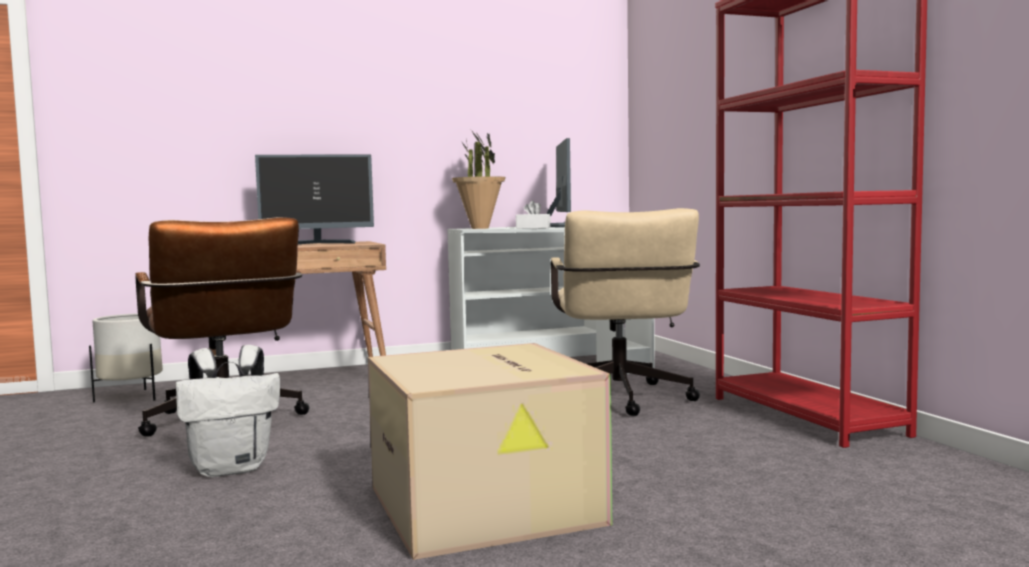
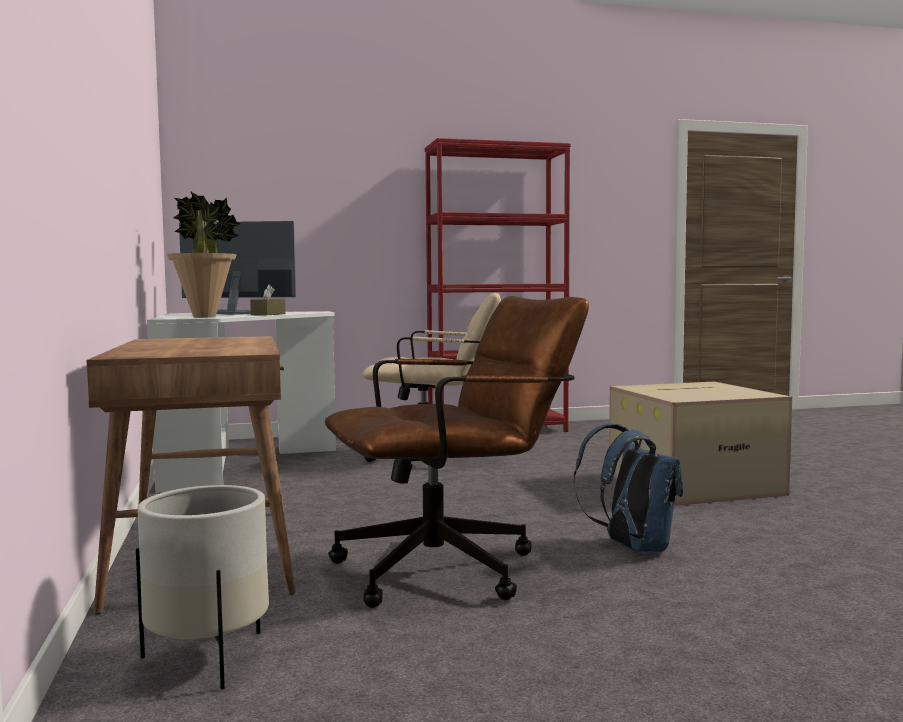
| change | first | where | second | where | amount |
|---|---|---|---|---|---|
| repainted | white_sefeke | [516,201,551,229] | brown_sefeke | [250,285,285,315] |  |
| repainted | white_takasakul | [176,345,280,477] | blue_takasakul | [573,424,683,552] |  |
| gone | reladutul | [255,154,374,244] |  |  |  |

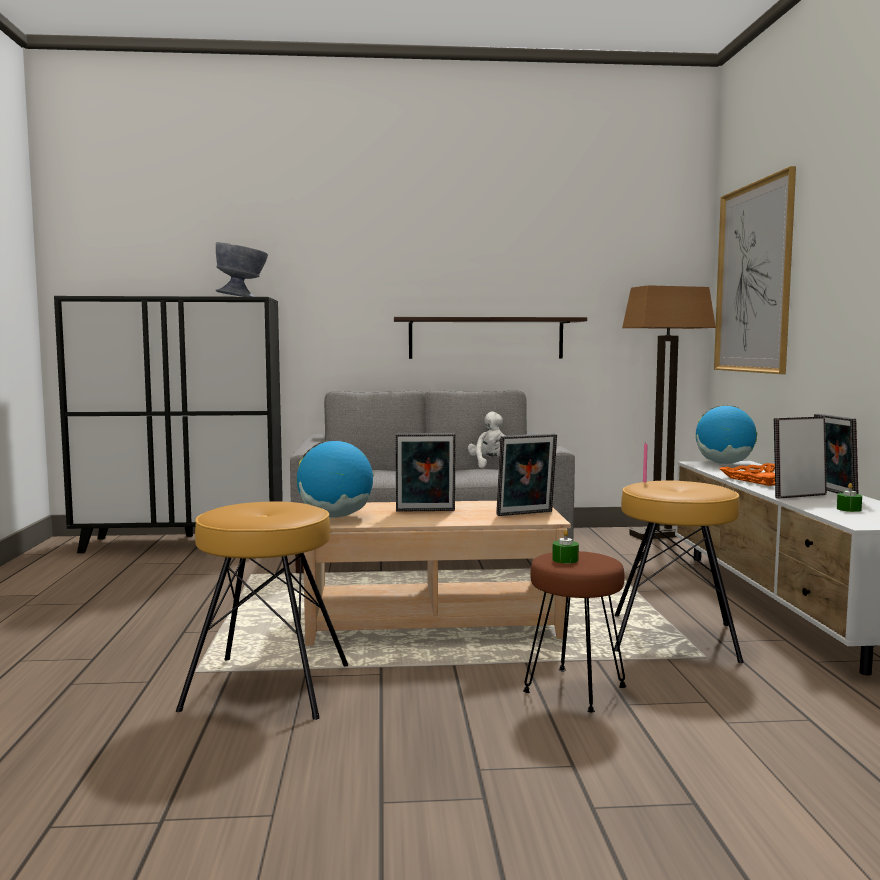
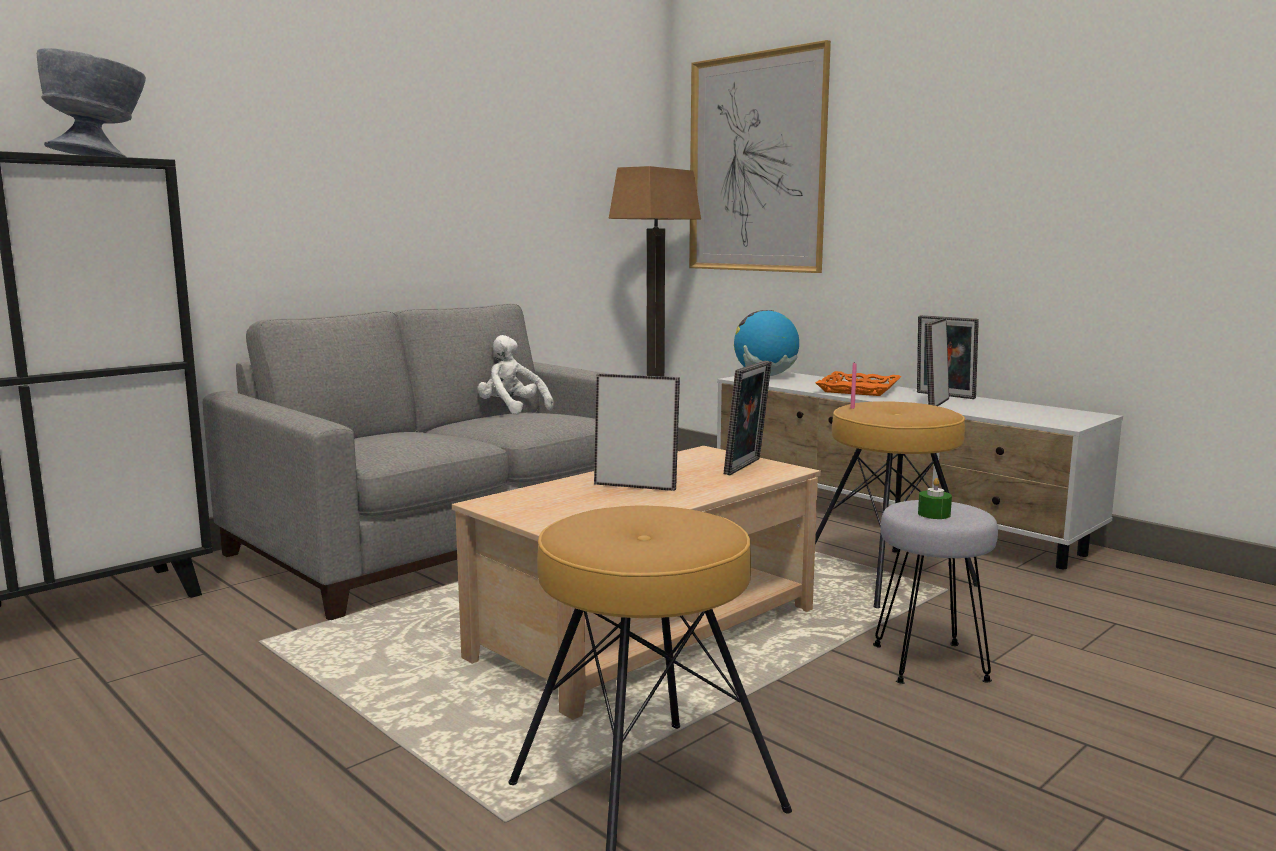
| change | first | where | second | where | amount |
|---|---|---|---|---|---|
| rotated | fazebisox | [395,433,456,512] |  | [594,374,680,491] | 120 degrees counterclockwise |
| repainted | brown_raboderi | [523,551,626,712] | grey_raboderi | [873,500,998,684] |  |
| gone | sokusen | [297,440,373,518] |  |  |  |
| gone | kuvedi | [394,317,587,359] |  |  |  |
| gone | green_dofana | [837,483,862,512] |  |  |  |

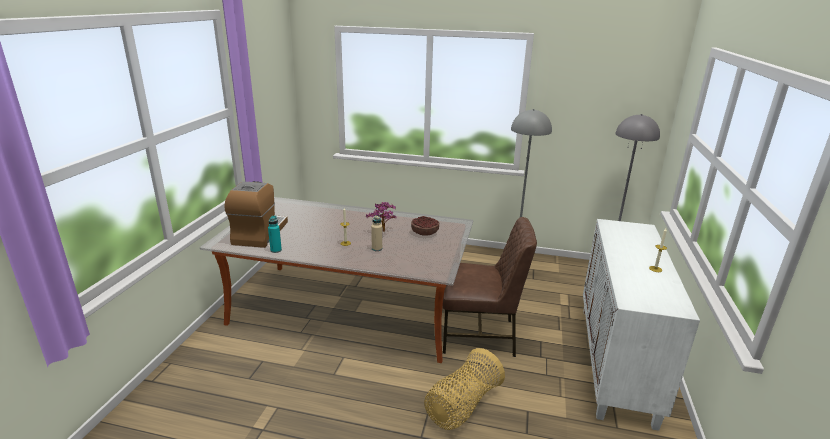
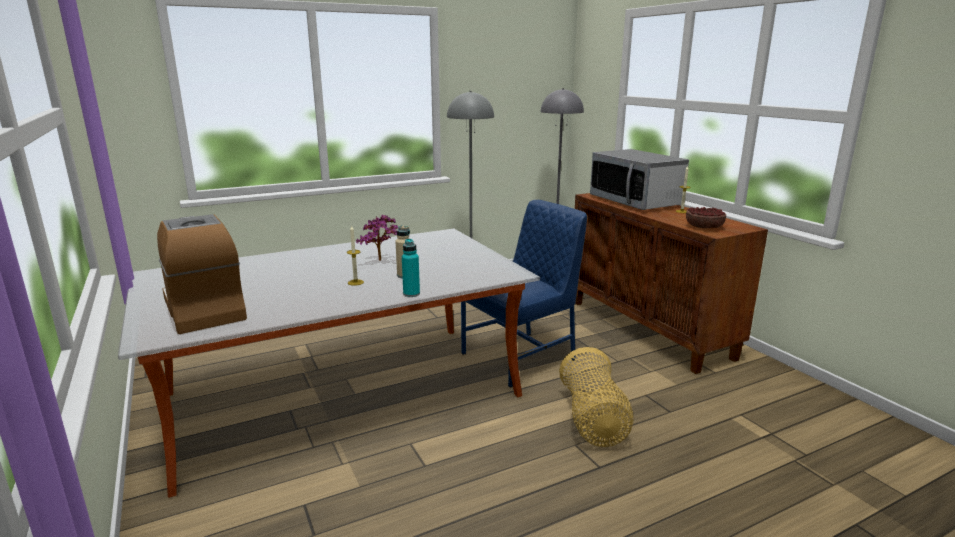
| change | first | where | second | where | amount |
|---|---|---|---|---|---|
| shifted | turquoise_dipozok | [268,216,282,253] |  | [402,239,420,297] |  |
| repainted | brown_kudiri | [443,217,537,357] | blue_kudiri | [461,200,587,388] |  |
| repainted | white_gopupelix | [583,219,700,431] | brown_gopupelix | [575,193,768,374] |  |
| new |  |  | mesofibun | [590,149,689,210] |  |
| shifted | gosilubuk | [411,216,439,236] |  | [686,207,726,228] |  |

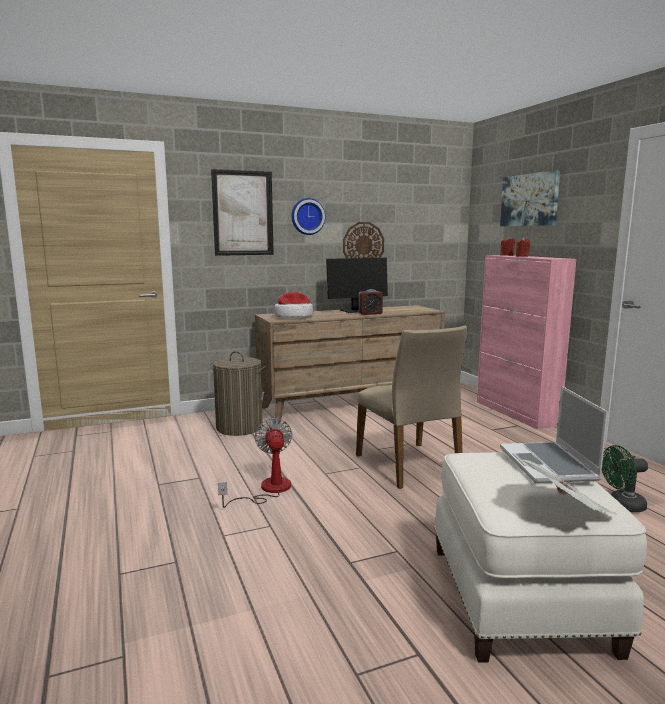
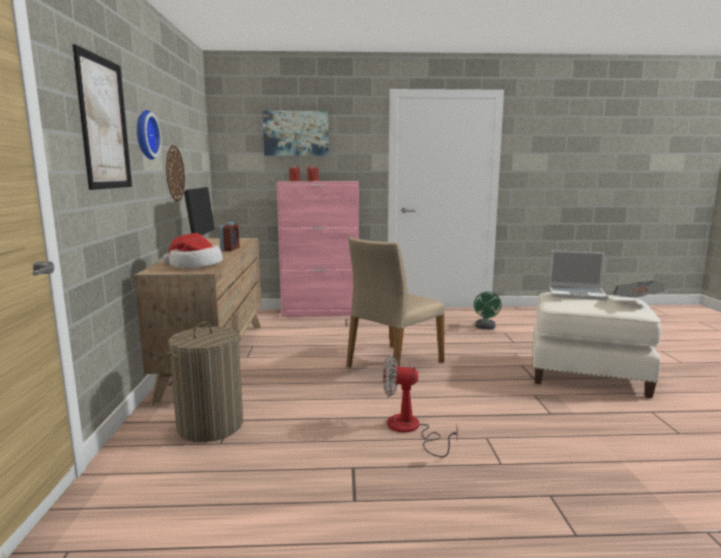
| change | first | where | second | where | amount |
|---|---|---|---|---|---|
| rotated | beige_kudiri | [356,326,468,489] |  | [346,237,445,384] | 135 degrees clockwise |

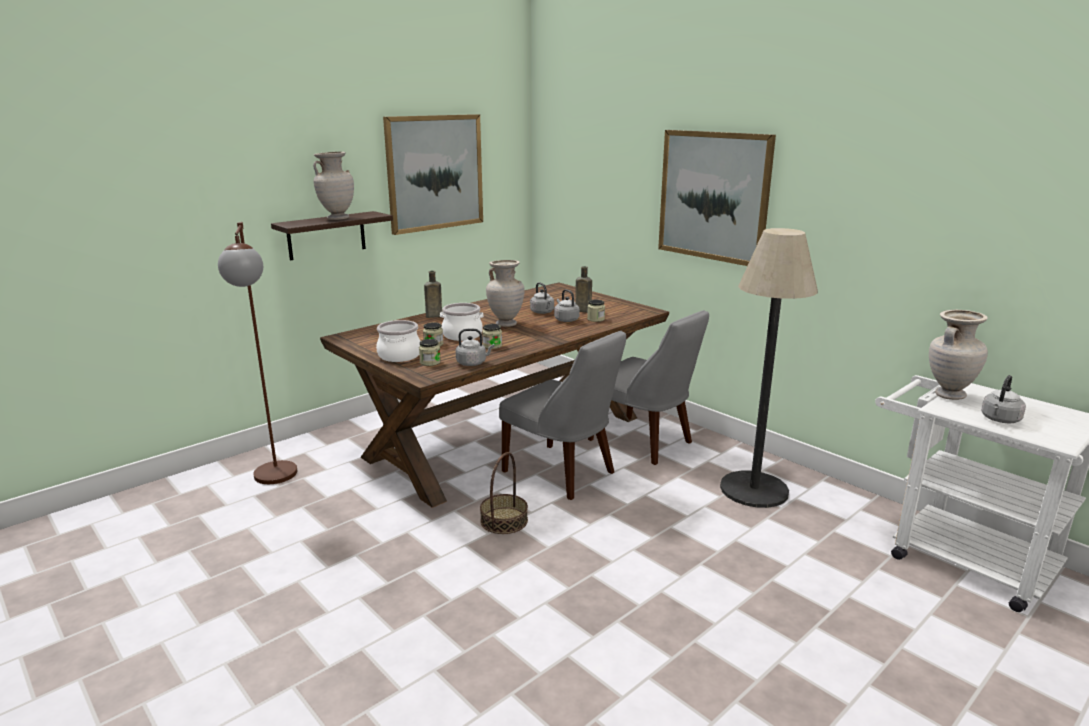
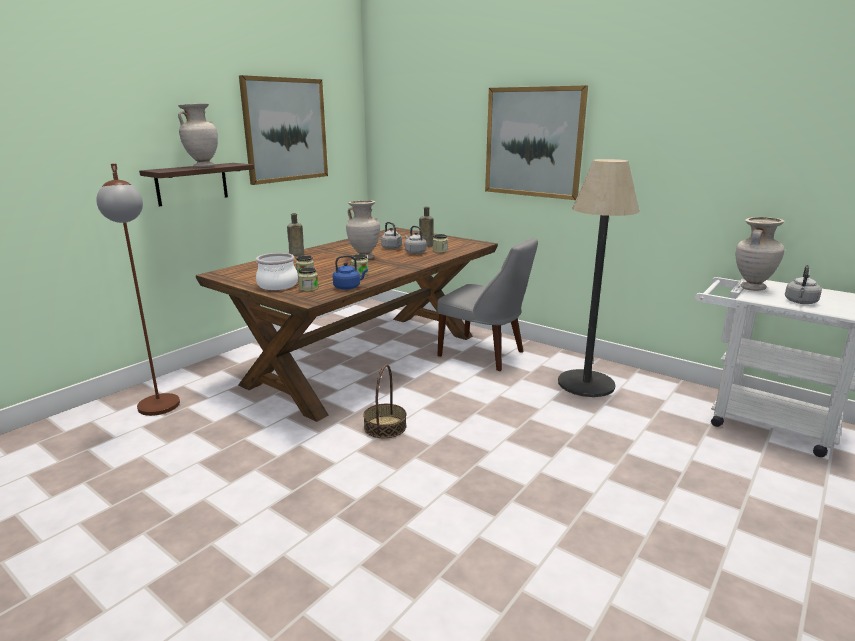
| change | first | where | second | where | amount |
|---|---|---|---|---|---|
| repainted | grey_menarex | [456,329,494,366] | blue_menarex | [333,255,368,290] |  |
| gone | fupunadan | [440,303,483,341] |  |  |  |
| gone | grey_kudiri | [499,331,626,500] |  |  |  |

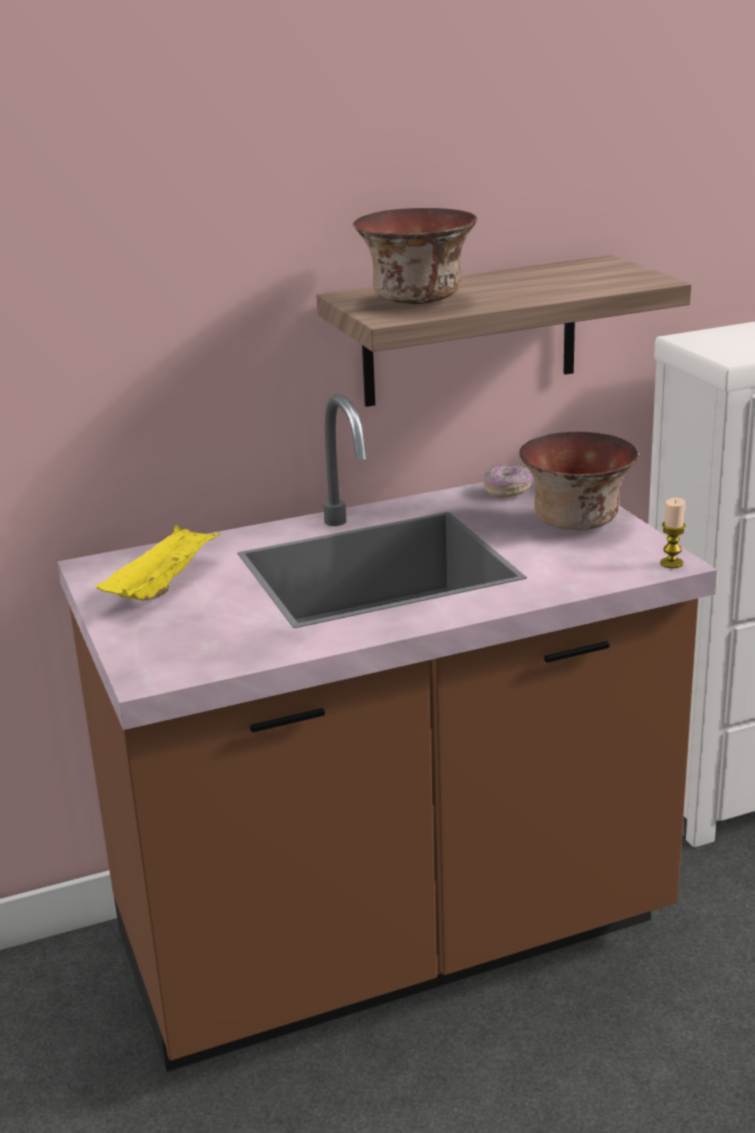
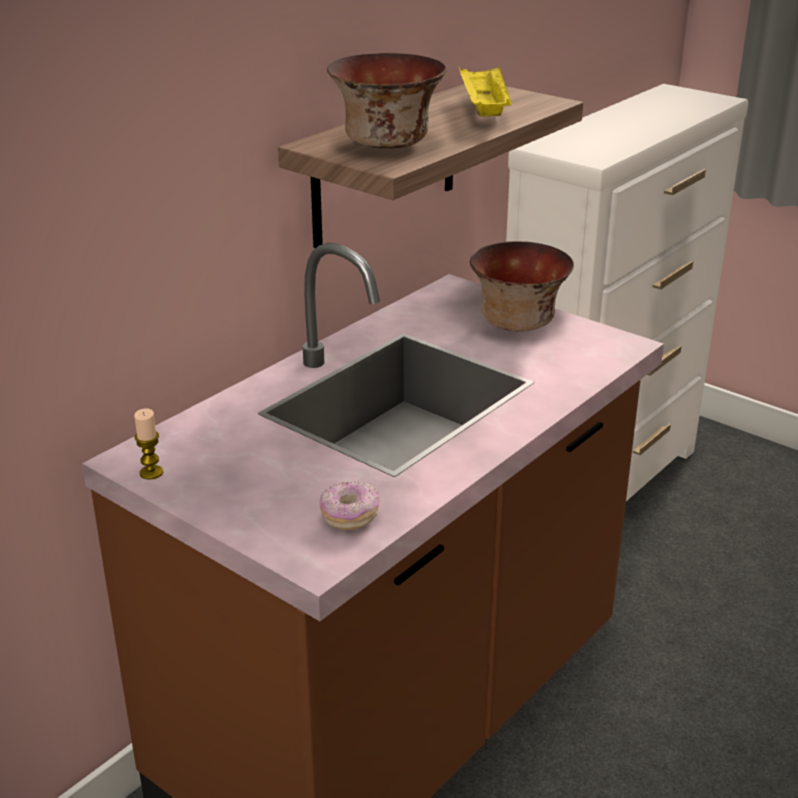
| change | first | where | second | where | amount |
|---|---|---|---|---|---|
| shifted | dofana | [660,498,686,568] |  | [134,408,163,480] |  |
| shifted | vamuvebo | [484,465,532,498] |  | [319,482,380,530] |  |
| shifted | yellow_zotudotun | [95,525,221,601] |  | [459,66,512,117] |  |

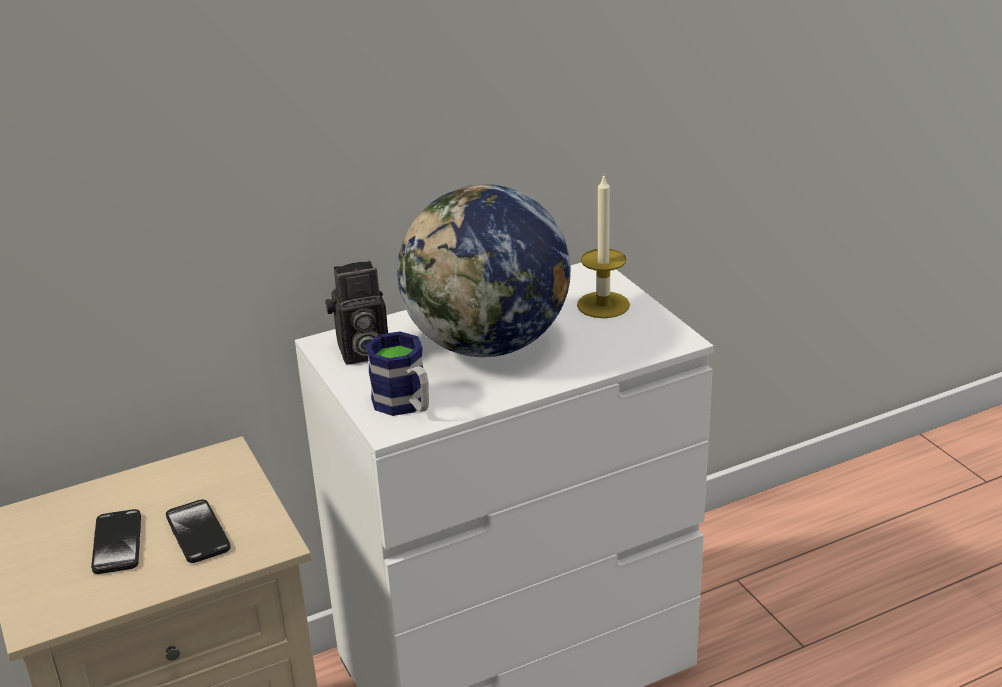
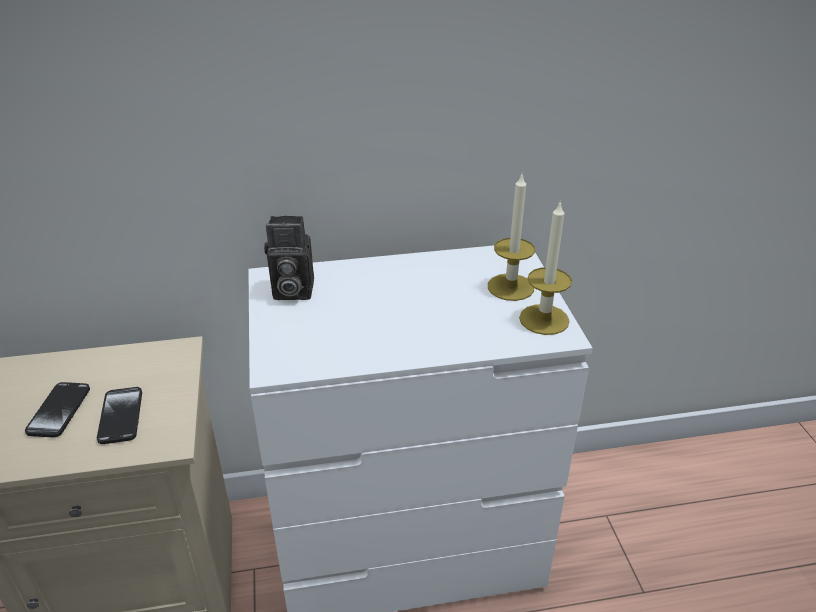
| change | first | where | second | where | amount |
|---|---|---|---|---|---|
| new |  |  | dofana | [519,200,572,335] |  |
| gone | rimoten | [366,331,429,416] |  |  |  |
| gone | sokusen | [397,184,571,357] |  |  |  |

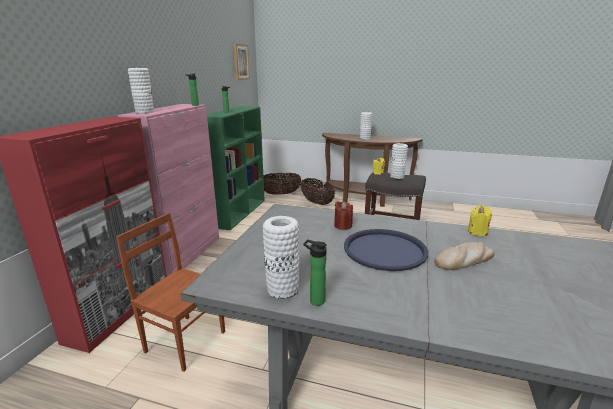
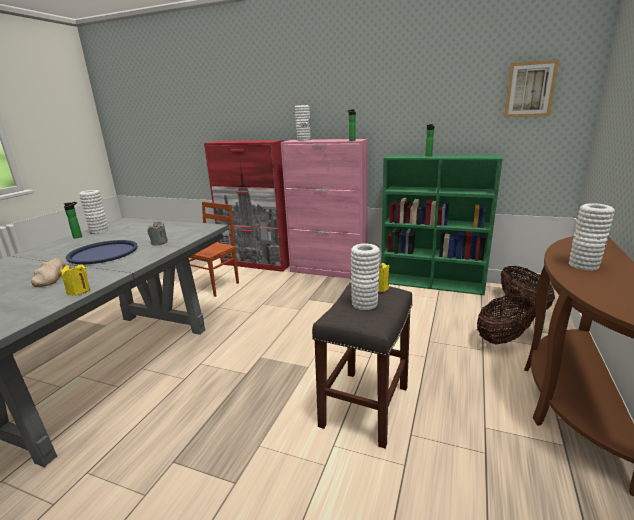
| change | first | where | second | where | amount |
|---|---|---|---|---|---|
| repainted | red_dofana | [334,201,353,230] | grey_dofana | [148,221,168,246] |  |

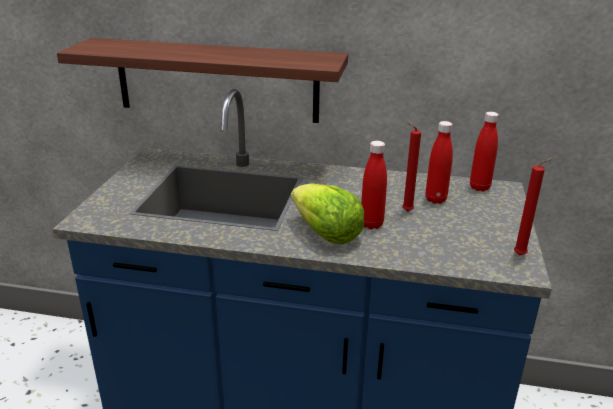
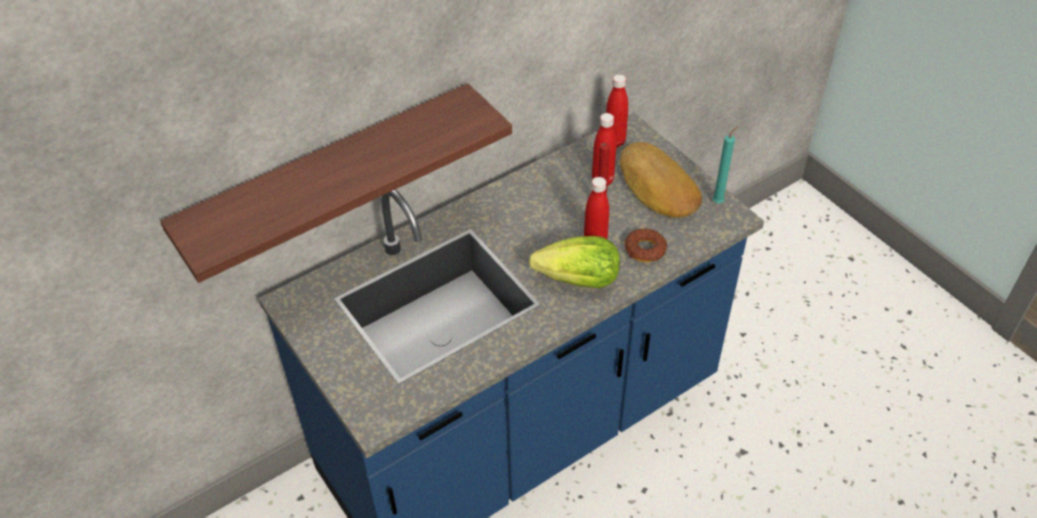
| change | first | where | second | where | amount |
|---|---|---|---|---|---|
| new |  |  | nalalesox | [620,142,702,218] |  |
| new |  |  | vamuvebo | [625,228,667,262] |  |
| repainted | red_dofana | [514,158,554,256] | turquoise_dofana | [713,126,739,203] |  |

